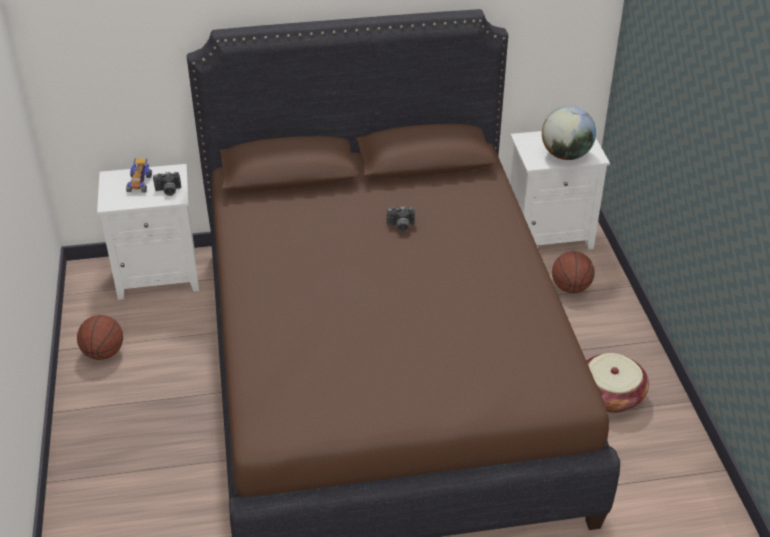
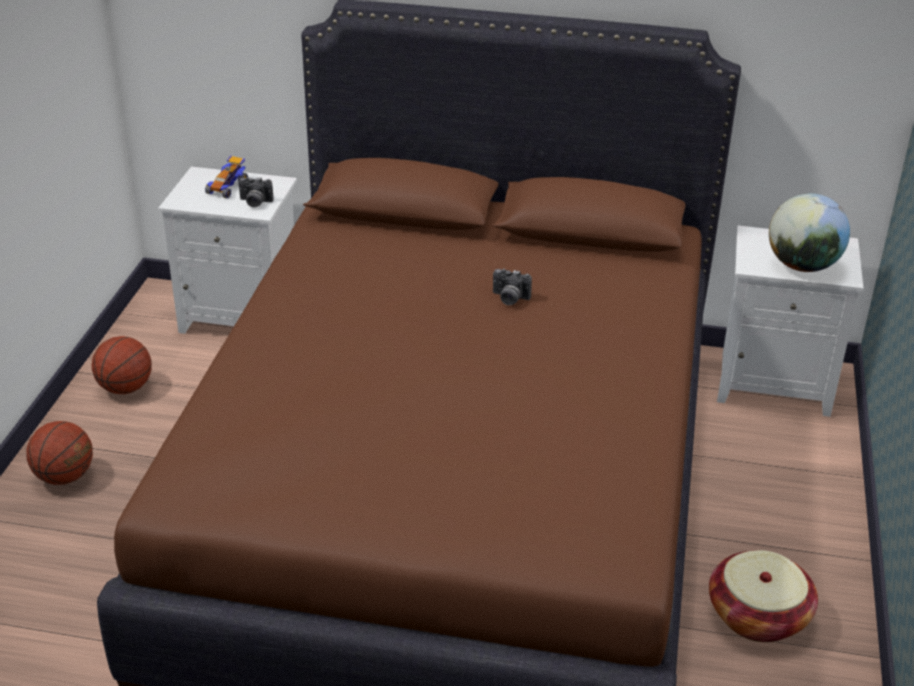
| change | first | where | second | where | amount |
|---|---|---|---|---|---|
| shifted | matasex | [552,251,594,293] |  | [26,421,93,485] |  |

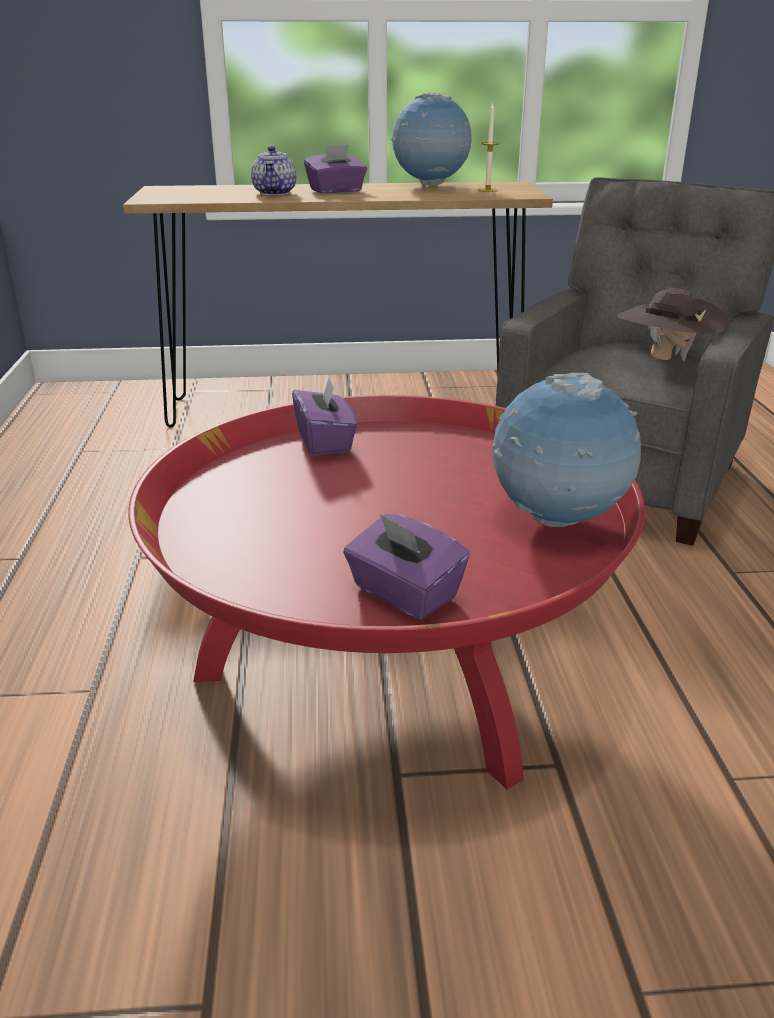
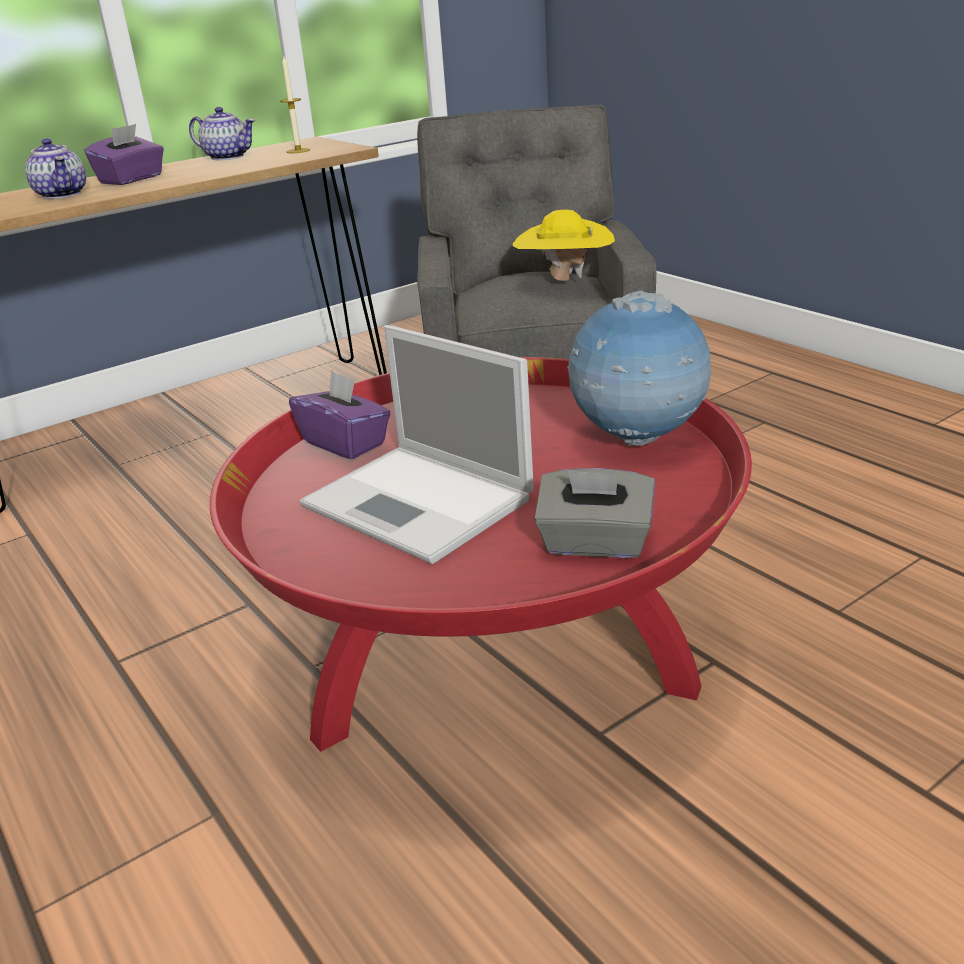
| change | first | where | second | where | amount |
|---|---|---|---|---|---|
| swapped | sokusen | [391,93,472,186] | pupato | [189,107,255,160] |  |
| new |  |  | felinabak | [300,325,534,564] |  |
| repainted | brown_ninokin | [617,288,728,361] | yellow_ninokin | [513,210,615,281] |  |
| repainted | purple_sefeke | [343,514,470,619] | grey_sefeke | [534,468,655,558] |  |

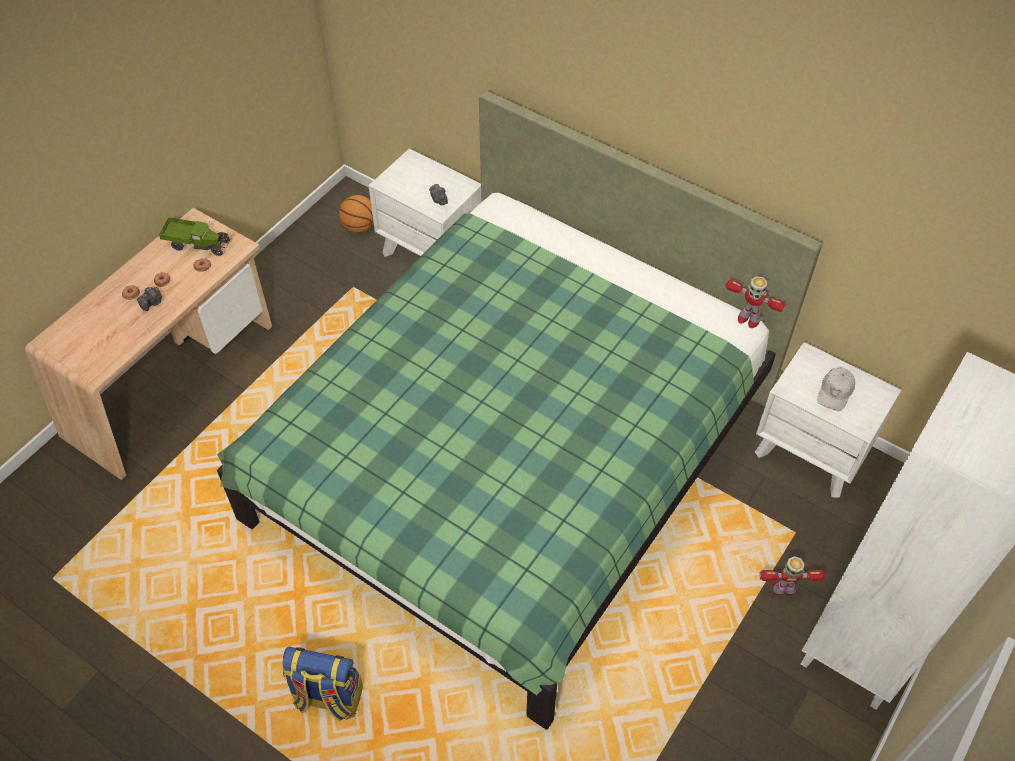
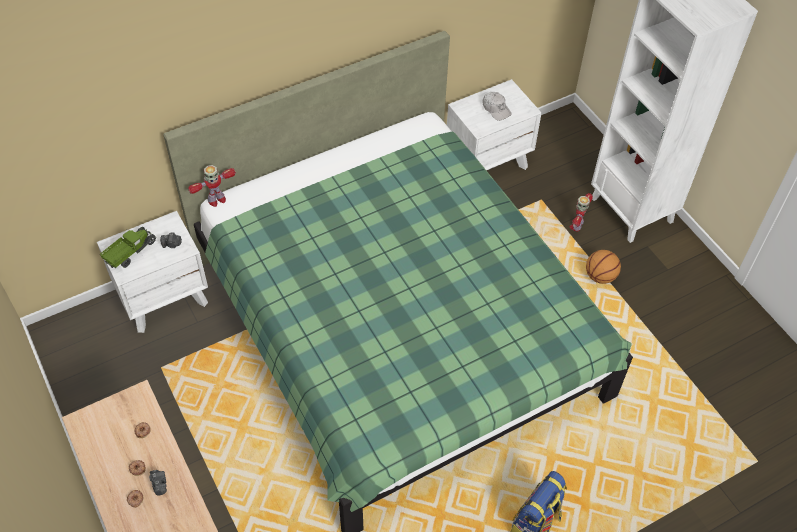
| change | first | where | second | where | amount |
|---|---|---|---|---|---|
| shifted | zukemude | [159,217,230,256] |  | [100,227,157,268] |  |
| shifted | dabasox | [725,276,786,328] |  | [188,165,236,207] |  |
| shifted | matasex | [339,195,374,233] |  | [586,250,621,284] |  |

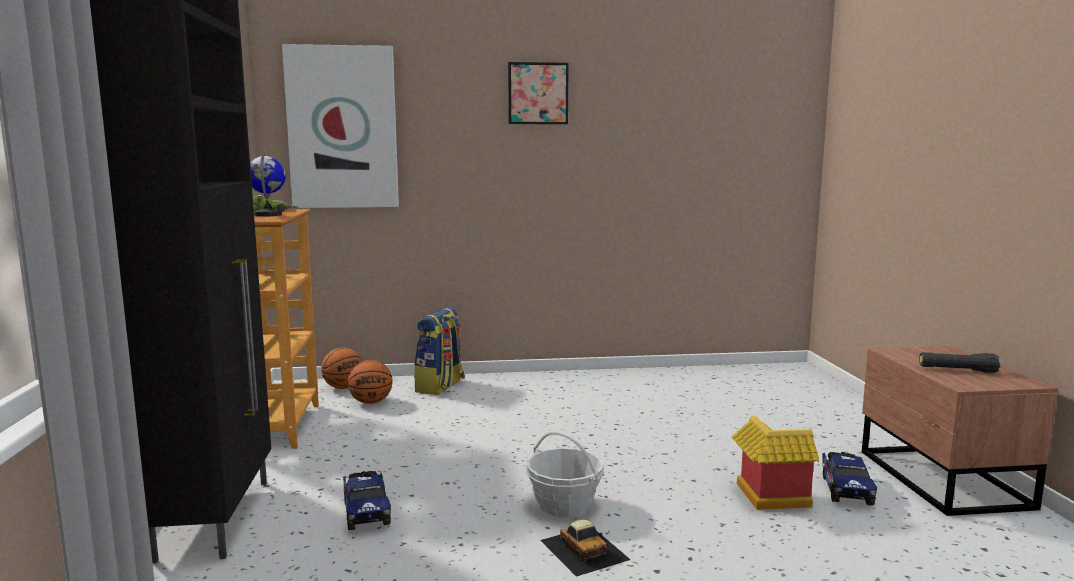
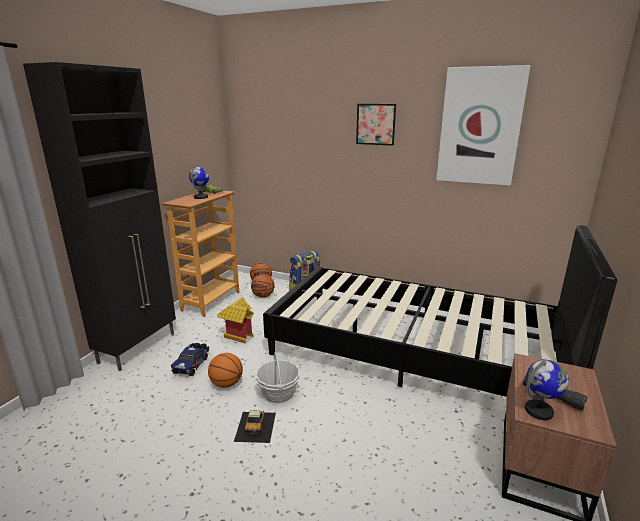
| change | first | where | second | where | amount |
|---|---|---|---|---|---|
| new |  |  | matasex | [208,353,243,388] |  |
| shifted | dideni | [731,416,819,510] |  | [217,297,254,344] |  |
| new |  |  | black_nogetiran | [263,225,617,397] |  |
| shifted | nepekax | [282,44,399,208] |  | [436,65,531,186] |  |
| new |  |  | sokusen | [525,360,569,420] |  |
| gone | zukemude | [822,452,877,505] |  |  |  |

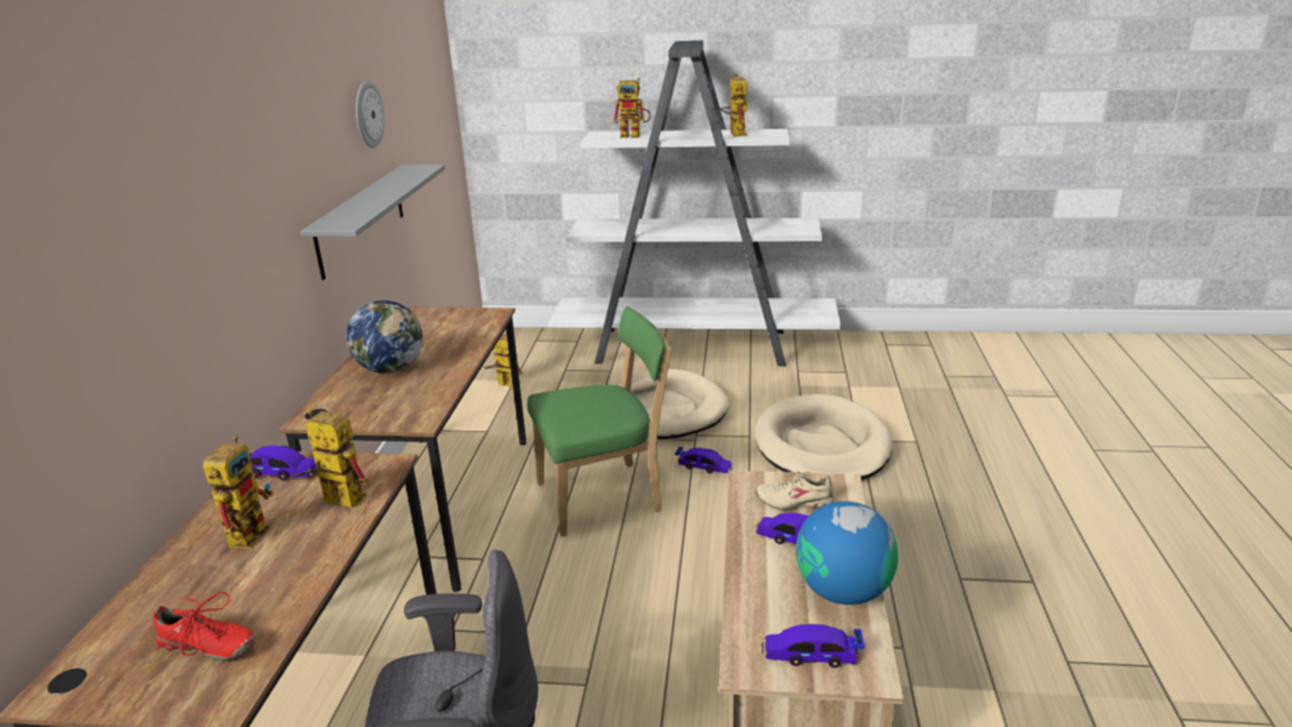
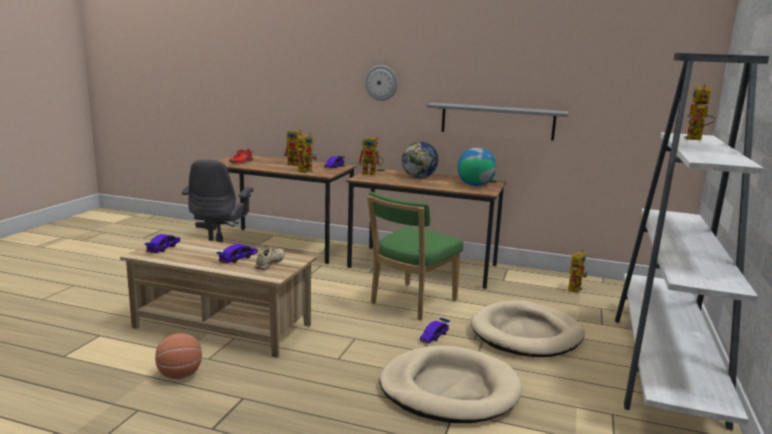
| change | first | where | second | where | amount |
|---|---|---|---|---|---|
| new |  |  | matasex | [155,333,202,379] |  |
| shifted | dabasox | [721,74,747,137] |  | [358,136,384,175] |  |
| shifted | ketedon | [356,81,385,148] |  | [365,65,398,101] |  |
| rotated | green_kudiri | [527,307,671,537] |  | [367,192,463,320] | 45 degrees clockwise |
| shifted | sokusen | [796,501,898,605] |  | [458,148,496,186] |  |

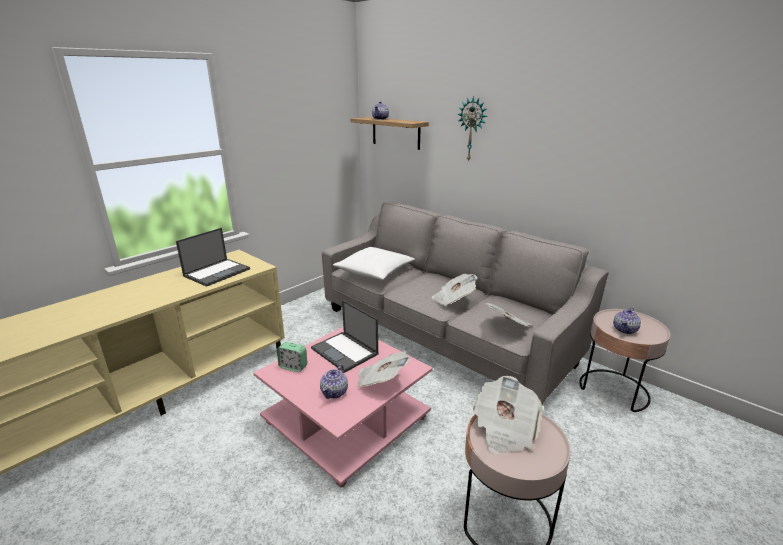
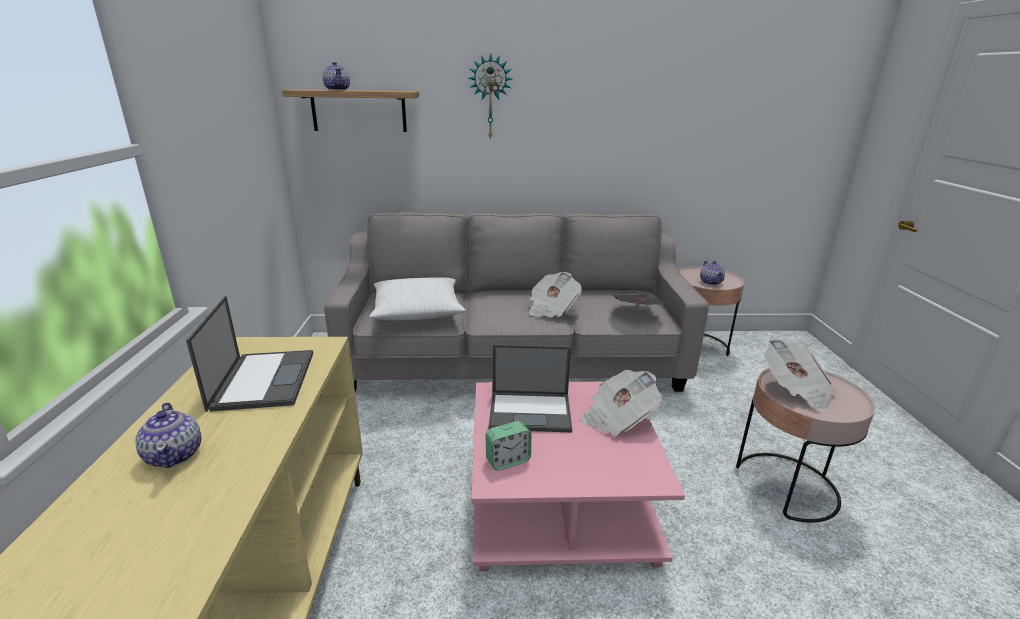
| change | first | where | second | where | amount |
|---|---|---|---|---|---|
| shifted | pupato | [320,364,348,399] |  | [136,403,202,468] |  |

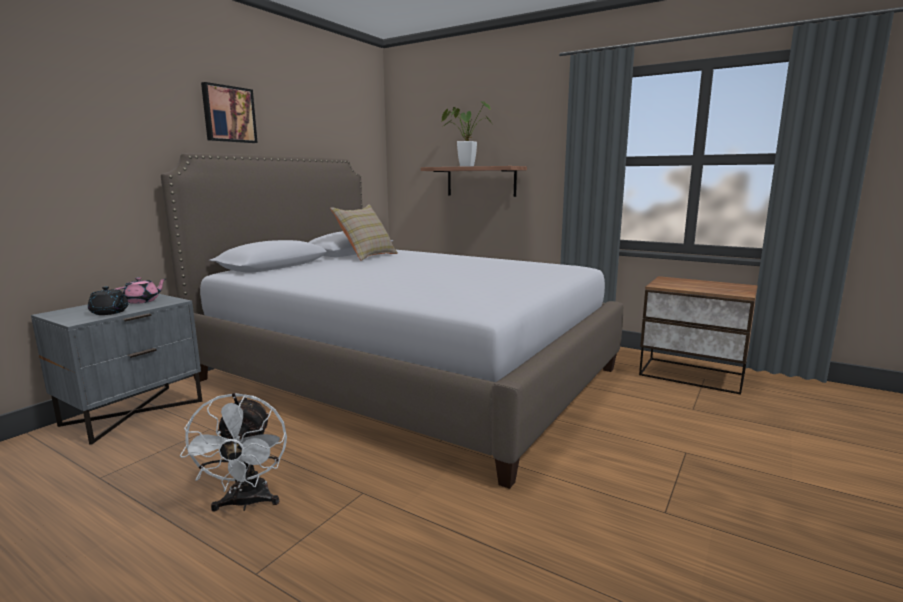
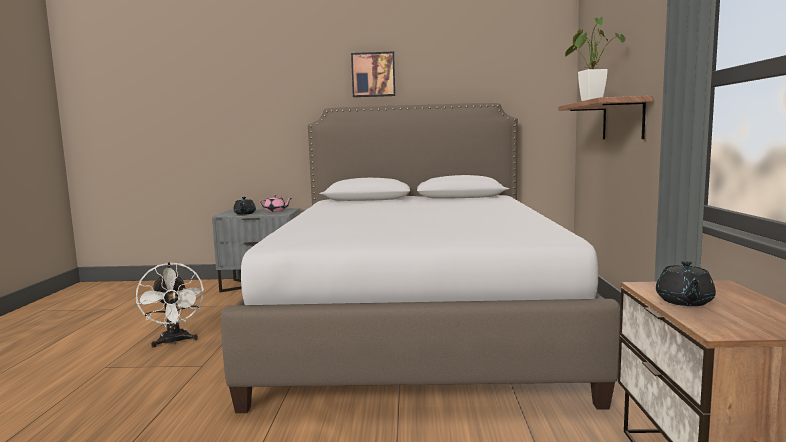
| change | first | where | second | where | amount |
|---|---|---|---|---|---|
| rotated | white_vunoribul | [180,393,287,512] |  | [136,262,204,348] | 75 degrees counterclockwise |
| new |  |  | black_pupato | [656,261,716,306] |  |
| gone | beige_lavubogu | [330,204,398,261] |  |  |  |

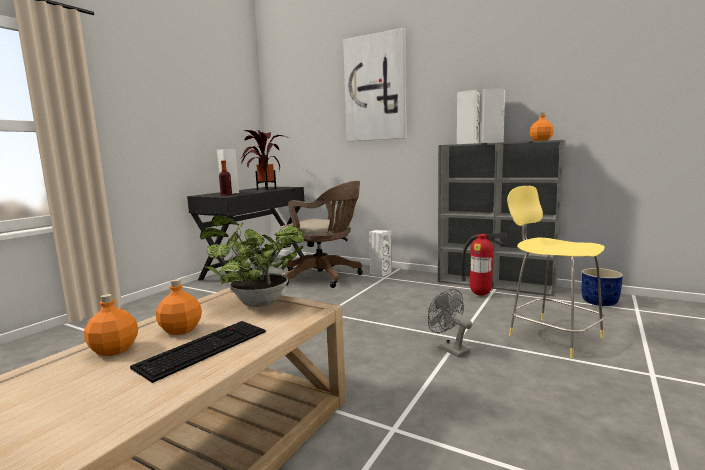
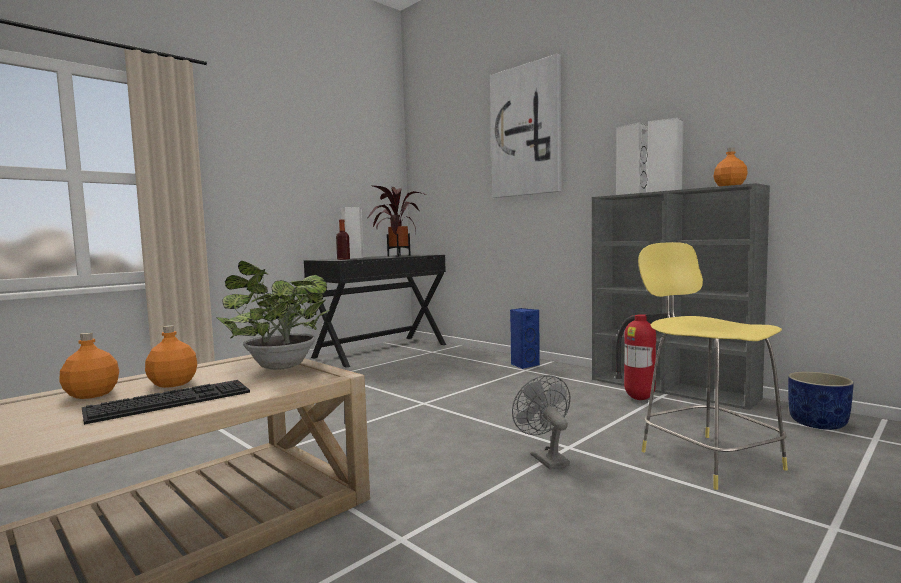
| change | first | where | second | where | amount |
|---|---|---|---|---|---|
| repainted | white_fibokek | [369,230,392,277] | blue_fibokek | [510,308,540,369] |  |
| gone | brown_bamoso | [281,181,363,288] |  |  |  |

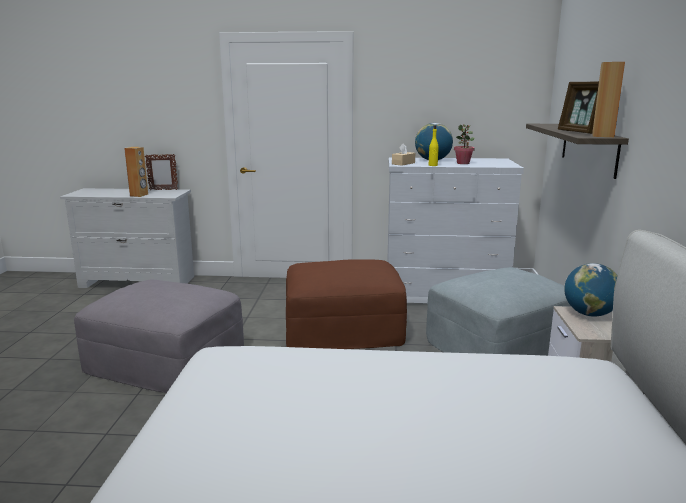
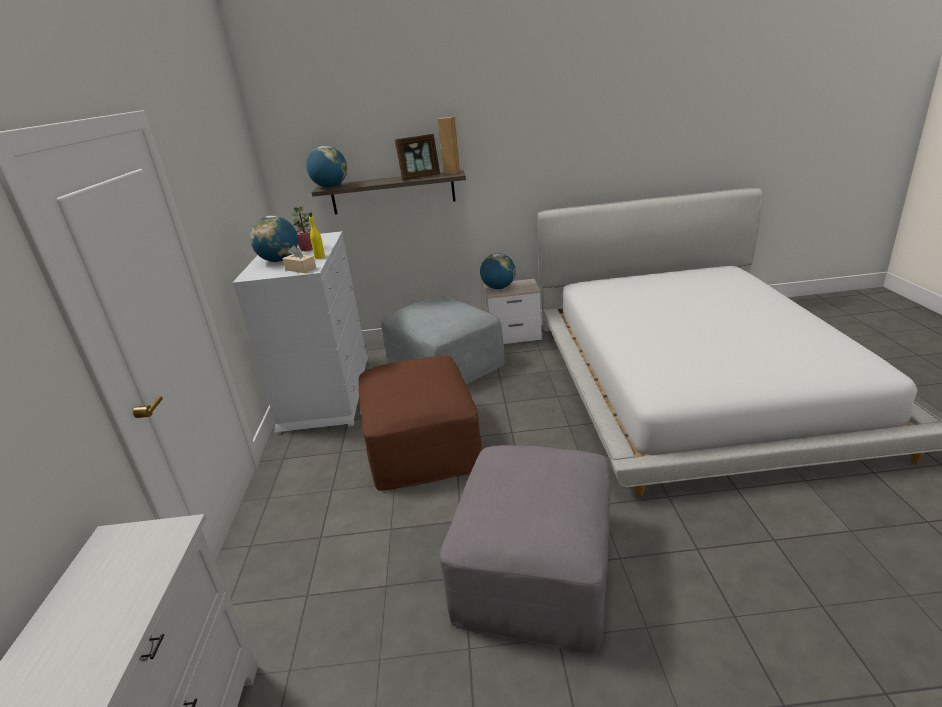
| change | first | where | second | where | amount |
|---|---|---|---|---|---|
| new |  |  | sokusen | [306,146,347,188] |  |
| gone | brown_fibokek | [124,147,148,197] |  |  |  |
| gone | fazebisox | [145,154,178,190] |  |  |  |

